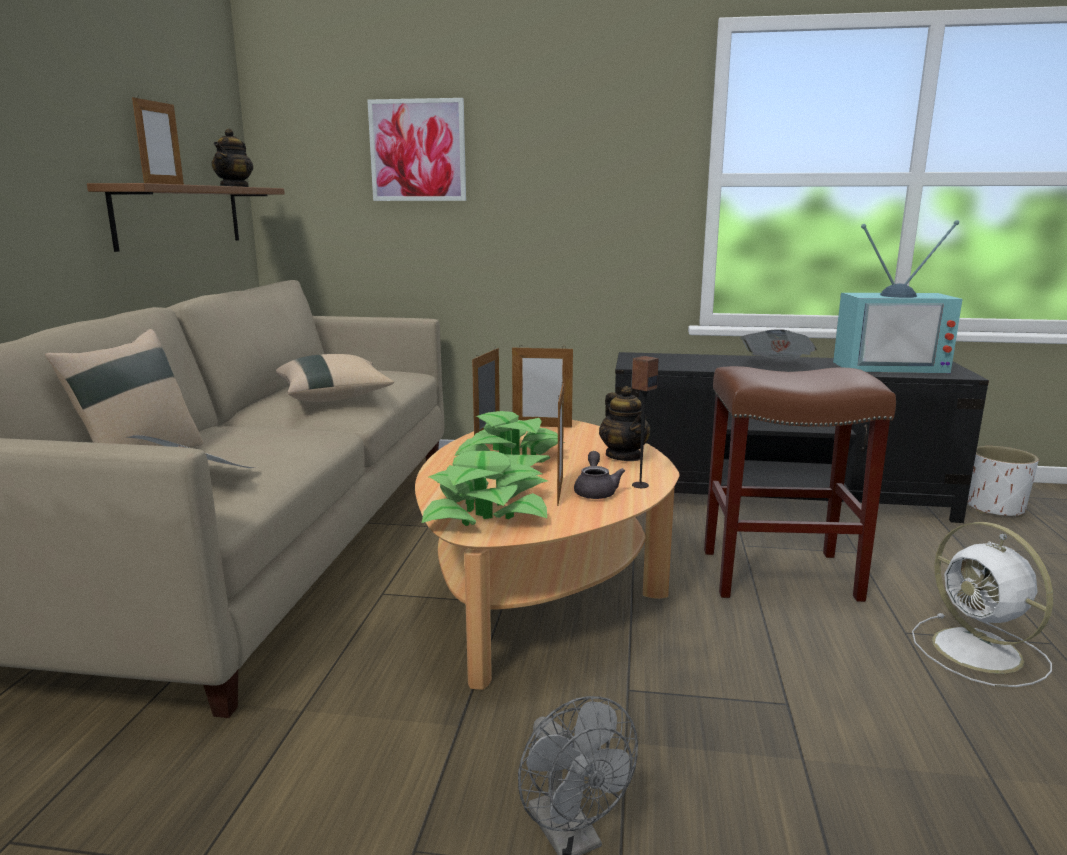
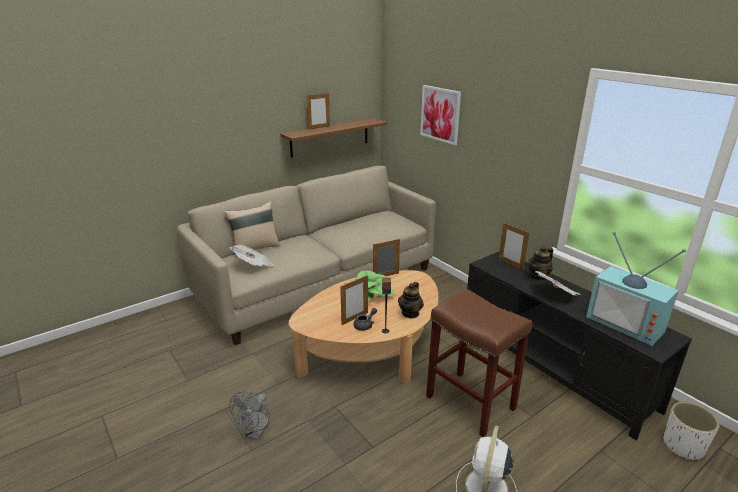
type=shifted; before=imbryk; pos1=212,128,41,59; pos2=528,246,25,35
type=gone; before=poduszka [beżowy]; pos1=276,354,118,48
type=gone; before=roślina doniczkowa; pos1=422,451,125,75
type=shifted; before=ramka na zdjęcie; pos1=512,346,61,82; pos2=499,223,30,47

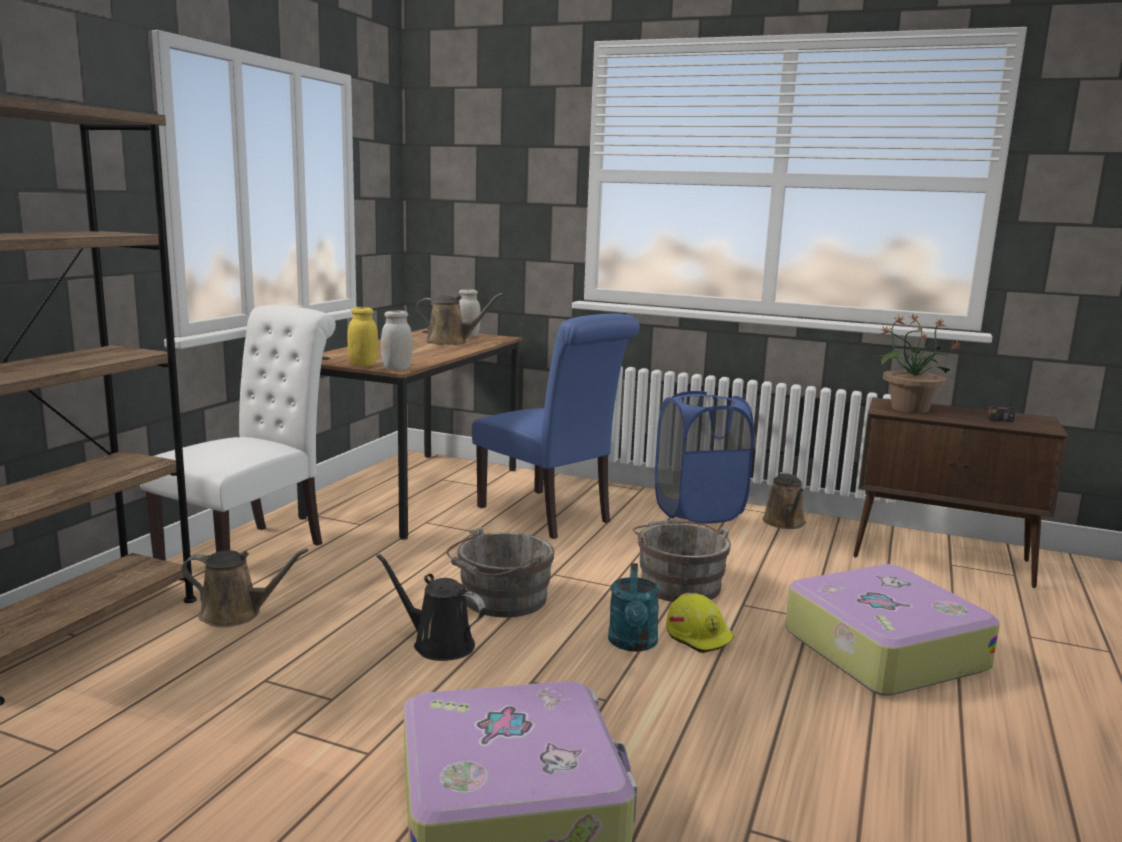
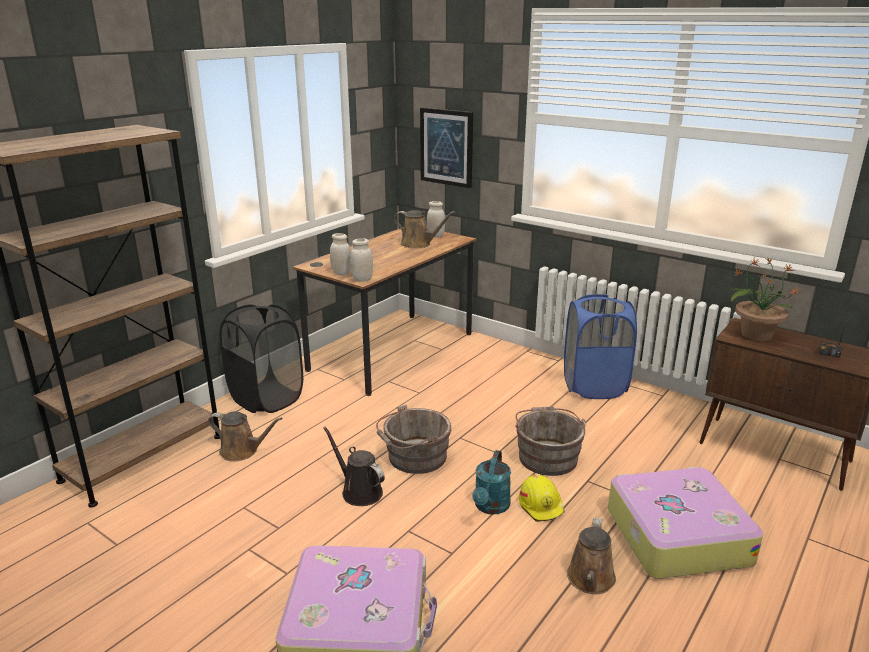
type=swapped; before=krzesło [biały]; after=kosz na pranie [czarny]; pos1=140,305,196,256; pos2=220,304,83,109
type=repainted; before=słoik [żółty]; after=słoik [biały]; pos1=347,307,31,59; pos2=330,233,21,43
type=gone; before=krzesło [niebieski]; pos1=472,314,168,225
type=shifted; before=konewka [brązowy]; pos1=763,472,43,57; pos2=567,518,49,76
type=new; after=obraz; pos2=420,107,53,81

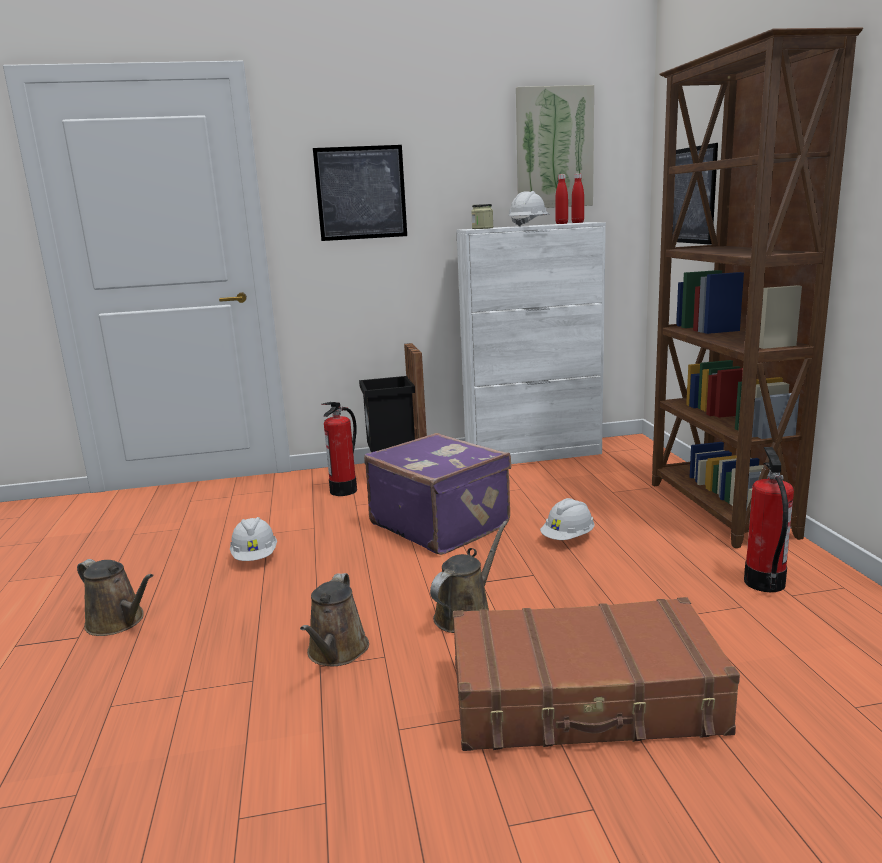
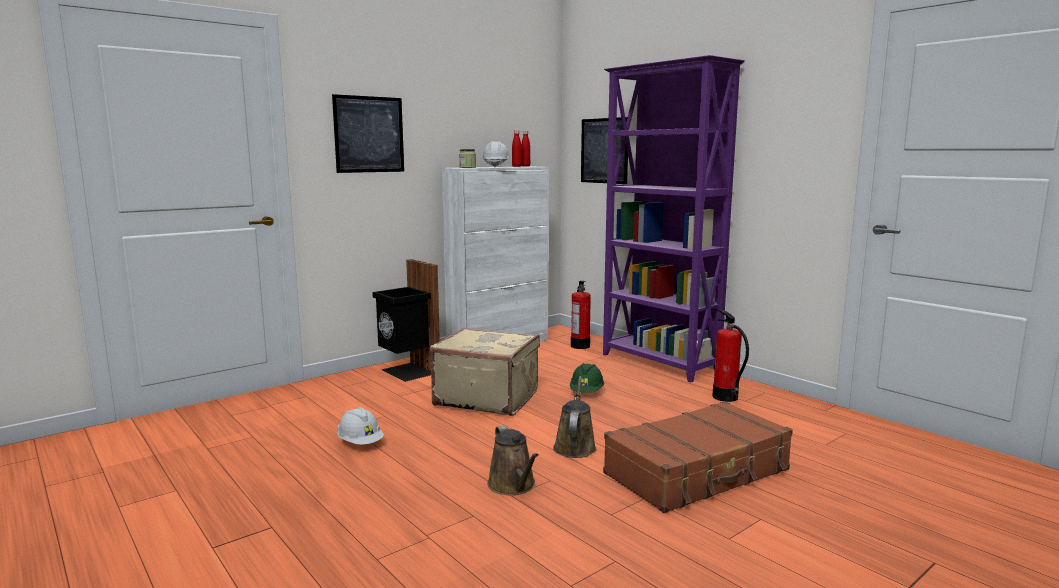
type=gone; before=konewka [brązowy]; pos1=77,559,76,77
type=shifted; before=gaśnica; pos1=321,402,36,94; pos2=571,281,20,68
type=repainted; before=walizka [fioletowy]; after=walizka [beżowy]; pos1=364,433,147,122; pos2=430,328,110,88
type=gone; before=obraz; pos1=516,85,78,123
type=repainted; before=kask [biały]; after=kask [zielony]; pos1=540,498,54,42; pos2=570,363,34,30
type=repainted; before=regał [brązowy]; after=regał [fioletowy]; pos1=652,27,211,521; pos2=603,55,142,327

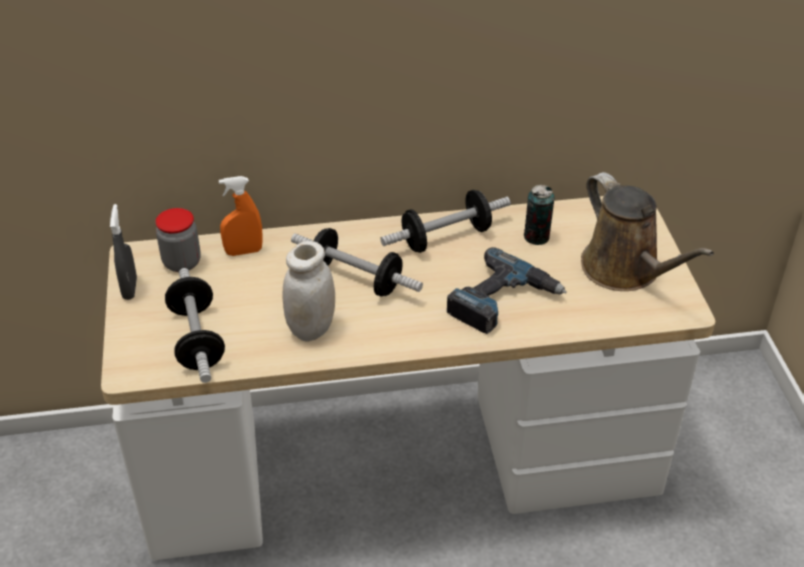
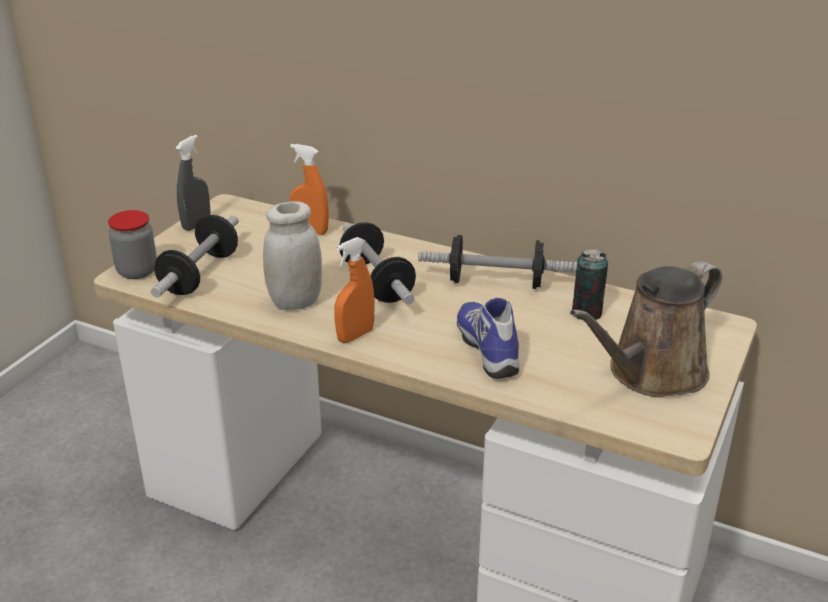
type=shifted; before=słoik; pos1=155,208,46,64; pos2=108,210,49,69
type=swapped; before=wiertarka; after=but; pos1=447,247,120,87; pos2=457,298,62,81
type=rotated; before=konewka [brązowy]; pos1=581,172,133,119; pos2=570,261,152,136; turn=45
type=new; after=spryskiwacz [pomarańczowy]; pos2=334,237,41,106

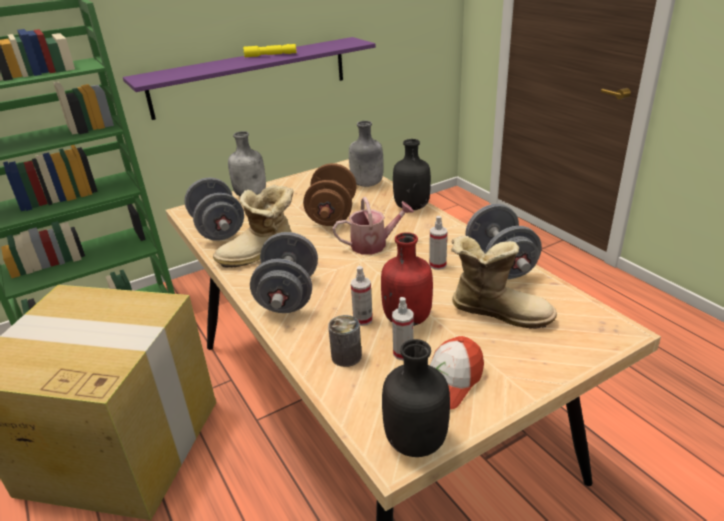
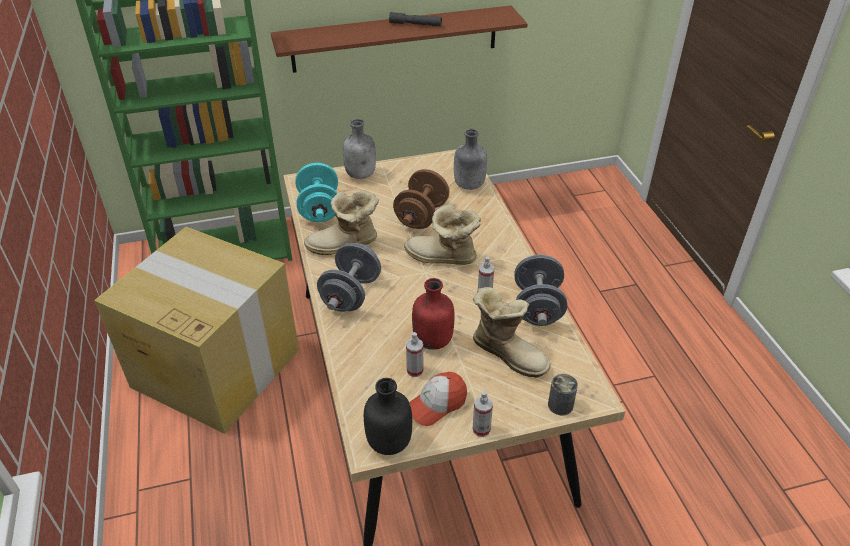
type=repainted; before=półka [fioletowy]; after=półka [brązowy]; pos1=123,37,253,83; pos2=271,5,257,68
type=repainted; before=hantel [szary]; after=hantel [turkusowy]; pos1=184,177,60,64; pos2=295,163,43,59
type=repainted; before=latarka [żółty]; after=latarka [szary]; pos1=243,44,53,14; pos2=389,12,53,14
type=shifted; before=puszka; pos1=328,315,34,52; pos2=548,374,30,42
type=swapped; before=konewka; after=but z cholewką; pos1=333,197,81,57; pos2=404,205,77,60
type=shifted; before=spryskiwacz; pos1=351,266,22,60; pos2=473,391,20,46
type=gone; before=butelka [czarny]; pos1=393,139,38,71

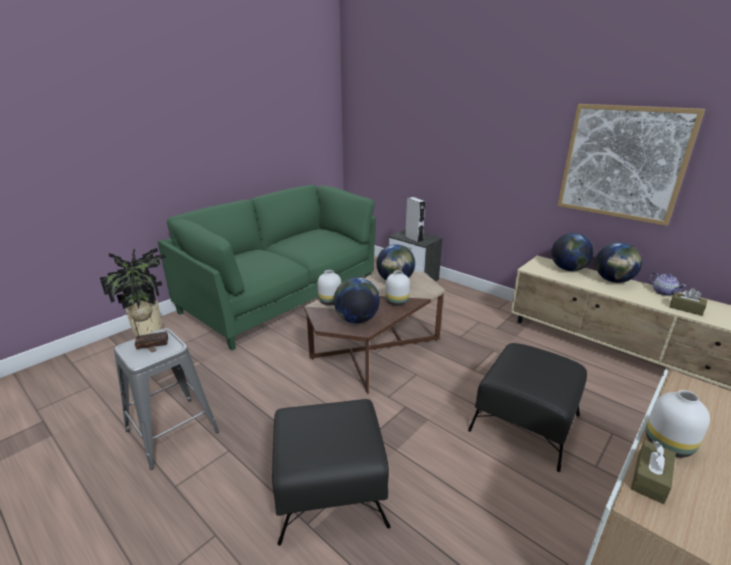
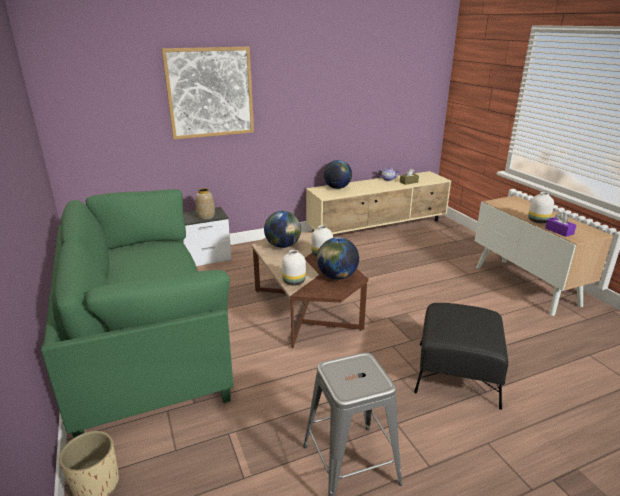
type=gone; before=roślina doniczkowa; pos1=100,248,68,102
type=swapped; before=głośnik [szary]; after=wazon; pos1=405,197,21,46; pos2=195,188,20,32
type=gone; before=pufa [czarny]; pos1=468,343,119,129
type=shifted; before=obraz; pos1=557,104,148,122; pos2=161,47,93,92
type=gone; before=globus; pos1=595,242,47,41
type=repainted; before=pudełko chusteczek [brązowy]; after=pudełko chusteczek [fioletowy]; pos1=631,440,45,64; pos2=545,213,31,24

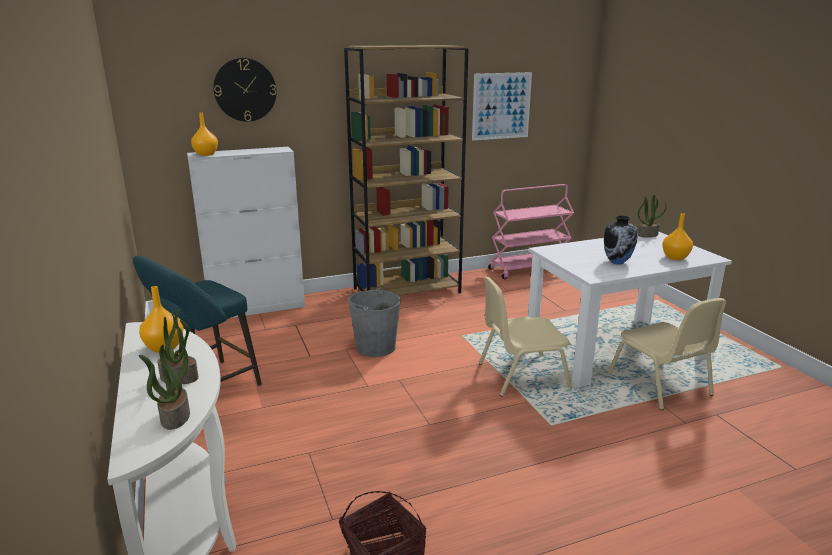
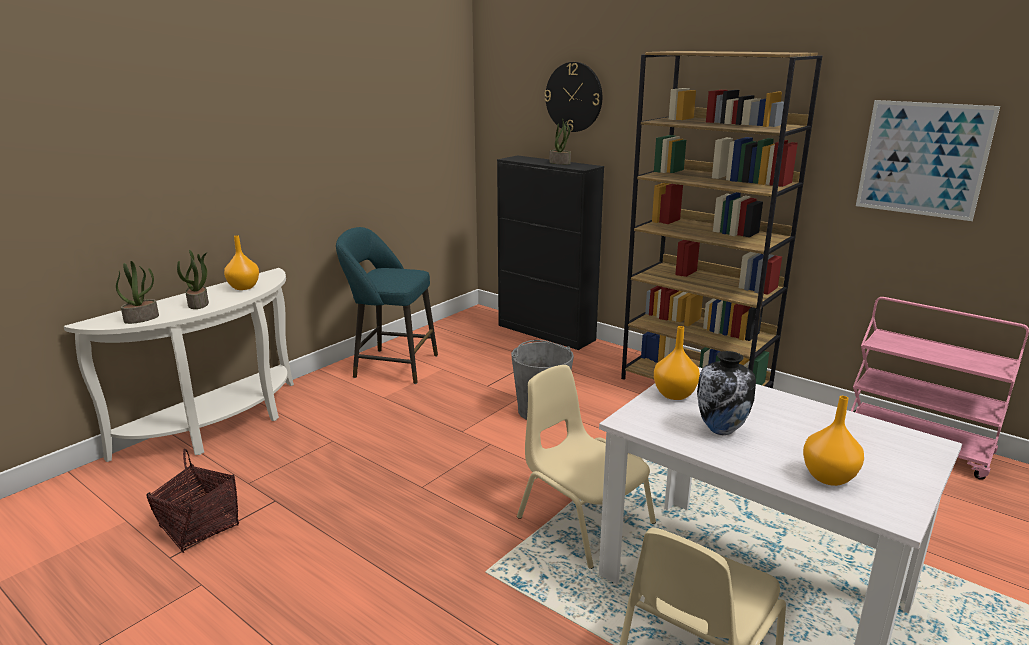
type=repainted; before=szafka [biały]; after=szafka [czarny]; pos1=187,147,118,171; pos2=497,155,107,195
type=shifted; before=wazon [pomarańczowy]; pos1=191,112,27,44; pos2=654,326,46,74
type=shifted; before=roślina doniczkowa; pos1=638,195,29,43; pos2=549,118,22,47

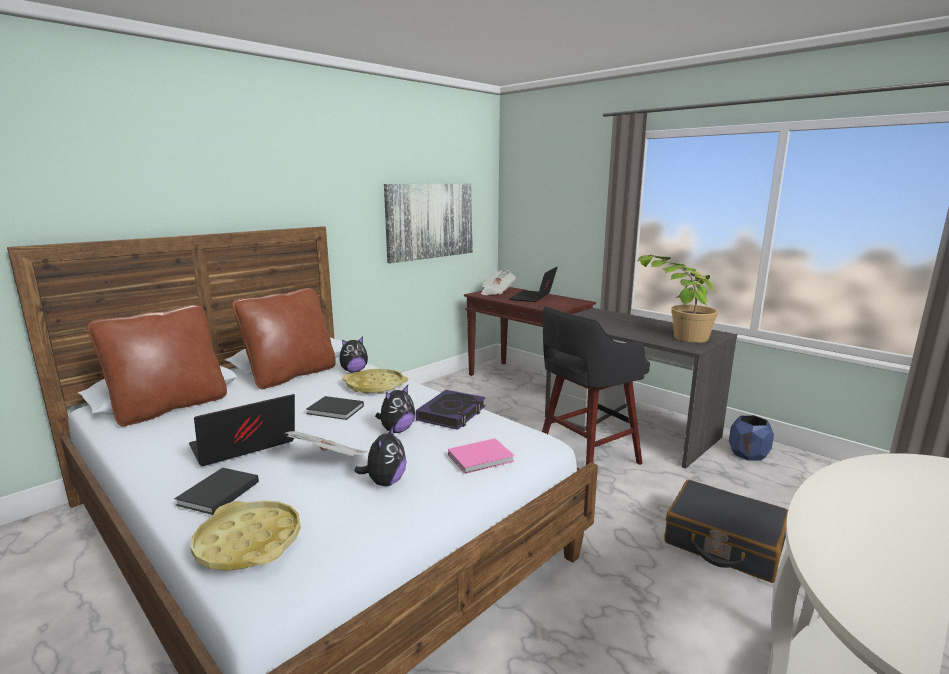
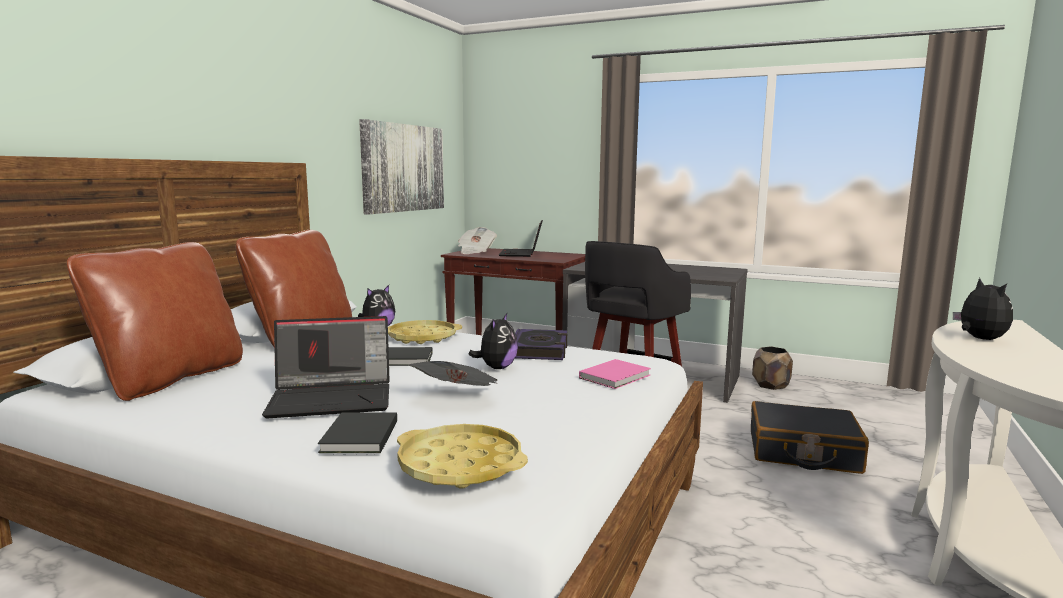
type=rotated; before=laptop; pos1=189,394,106,72; pos2=262,316,128,102; turn=-135
type=shifted; before=pluszak; pos1=354,425,52,61; pos2=953,278,60,62
type=gone; before=roślina doniczkowa; pos1=637,255,81,88
type=repainted; before=donica [niebieski]; after=donica [brązowy]; pos1=729,415,45,46; pos2=752,346,41,44

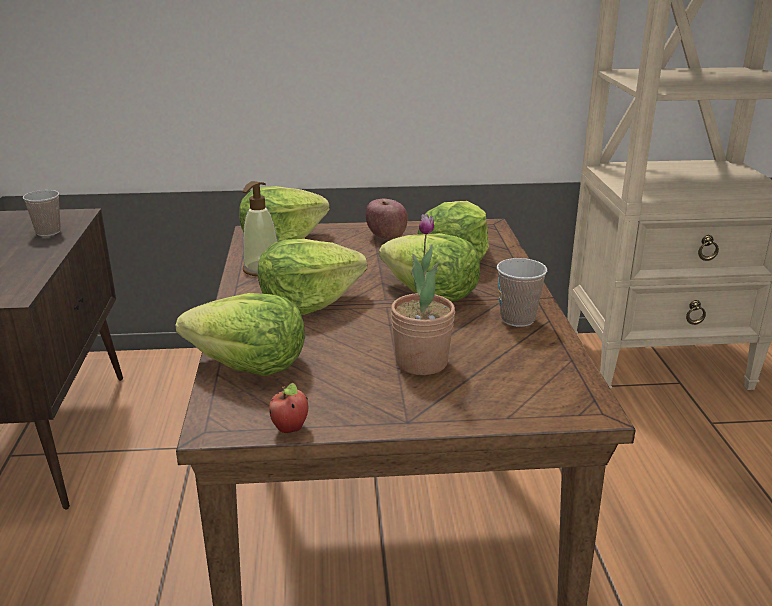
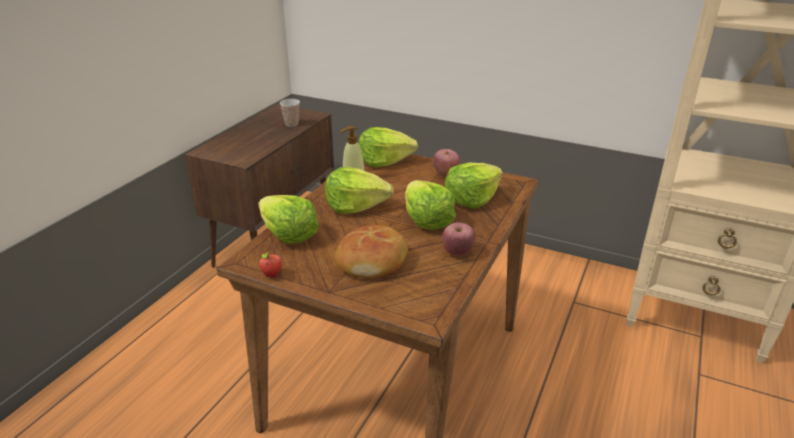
type=swapped; before=roślina doniczkowa; after=chleb; pos1=391,214,64,161; pos2=335,225,73,53
type=swapped; before=filiżanka; after=jabłko; pos1=497,258,50,69; pos2=442,222,34,34

